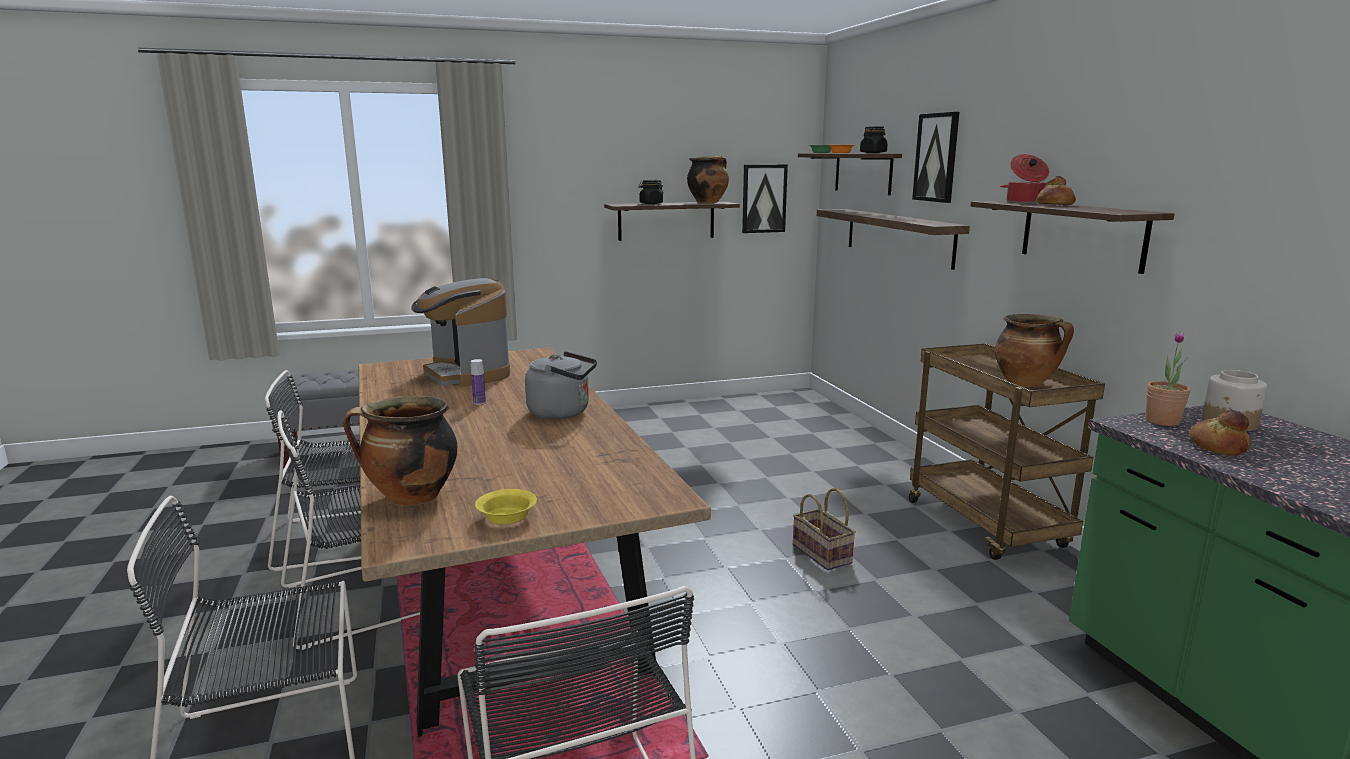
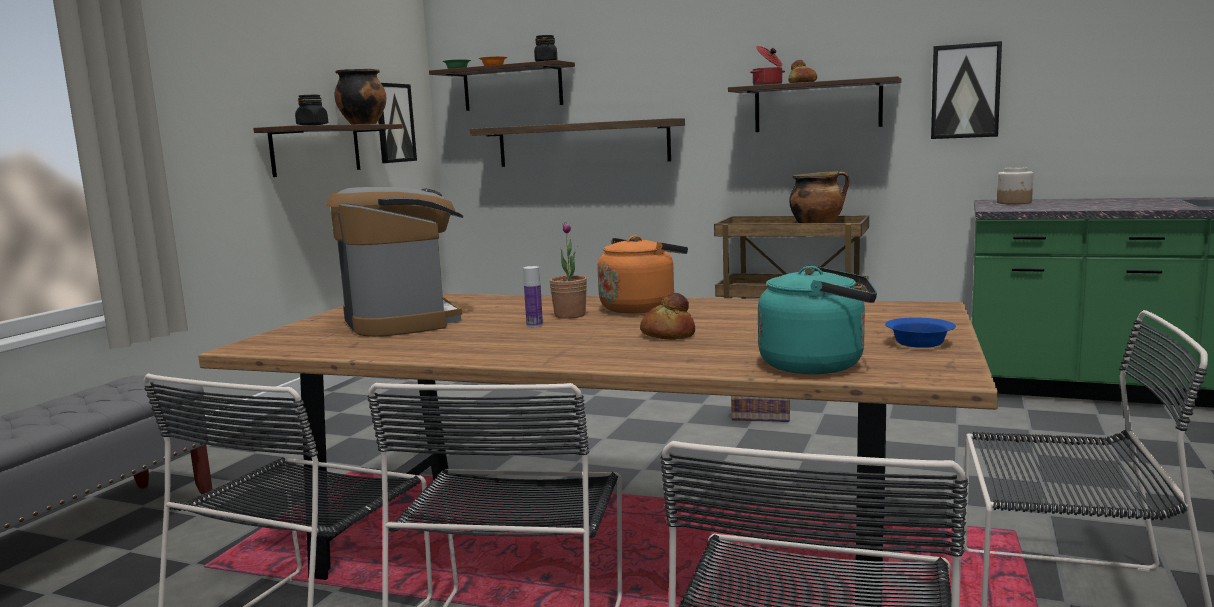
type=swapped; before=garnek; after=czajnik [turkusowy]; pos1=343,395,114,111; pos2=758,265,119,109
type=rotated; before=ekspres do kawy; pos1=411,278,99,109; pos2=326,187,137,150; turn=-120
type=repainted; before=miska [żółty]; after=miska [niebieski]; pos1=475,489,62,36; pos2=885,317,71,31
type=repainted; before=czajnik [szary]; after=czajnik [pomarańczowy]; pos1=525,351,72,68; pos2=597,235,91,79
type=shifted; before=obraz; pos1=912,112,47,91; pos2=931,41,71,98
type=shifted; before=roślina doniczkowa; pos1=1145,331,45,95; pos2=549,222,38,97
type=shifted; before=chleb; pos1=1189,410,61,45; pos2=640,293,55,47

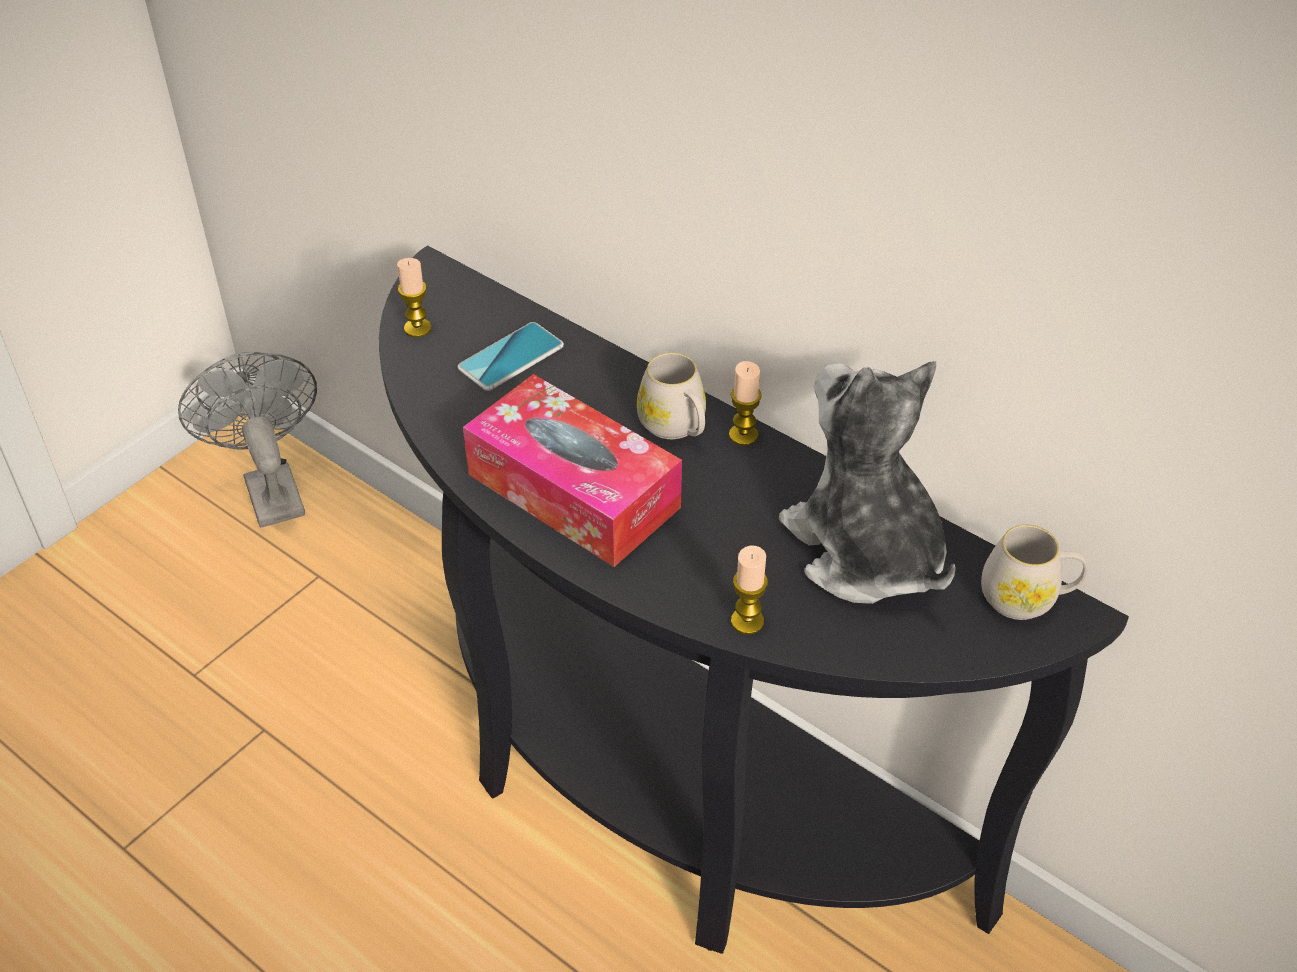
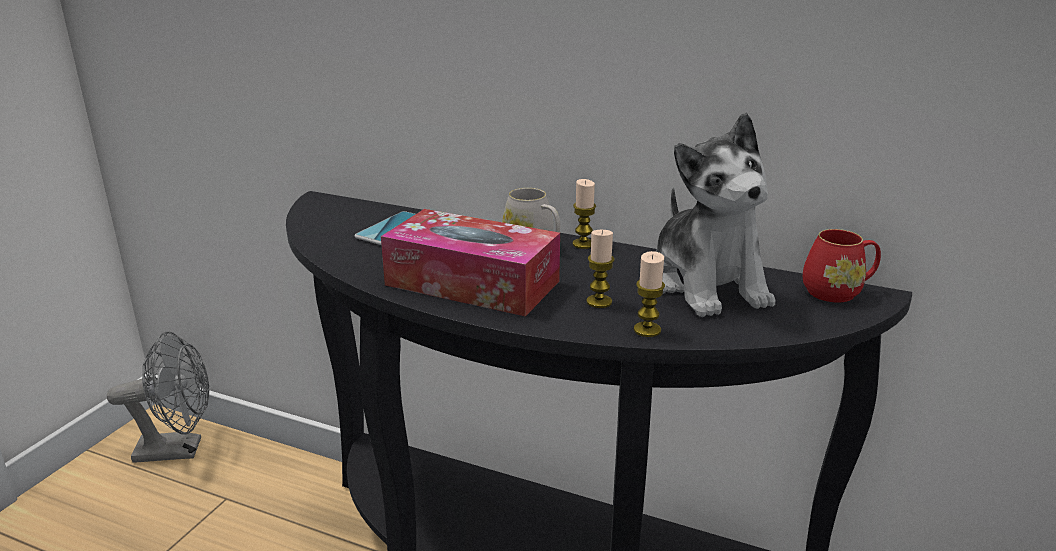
type=rotated; before=wentylator [szary]; pos1=178,352,139,176; pos2=107,332,102,131; turn=120
type=shifted; before=świeca; pos1=397,258,35,80; pos2=586,230,29,78
type=rotated; before=pluszak; pos1=779,361,177,243; pos2=657,113,118,204; turn=-150
type=repainted; before=kubek [biały]; after=kubek [czerwony]; pos1=981,525,106,95; pos2=803,229,78,74

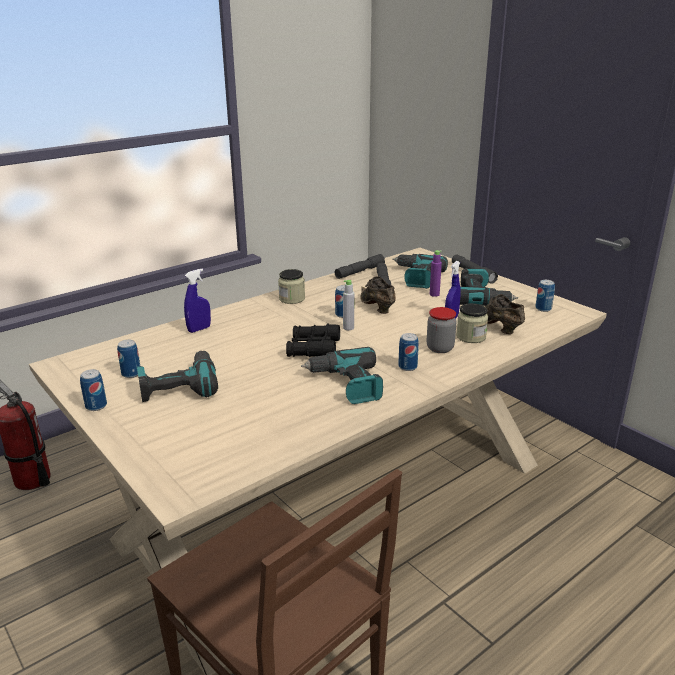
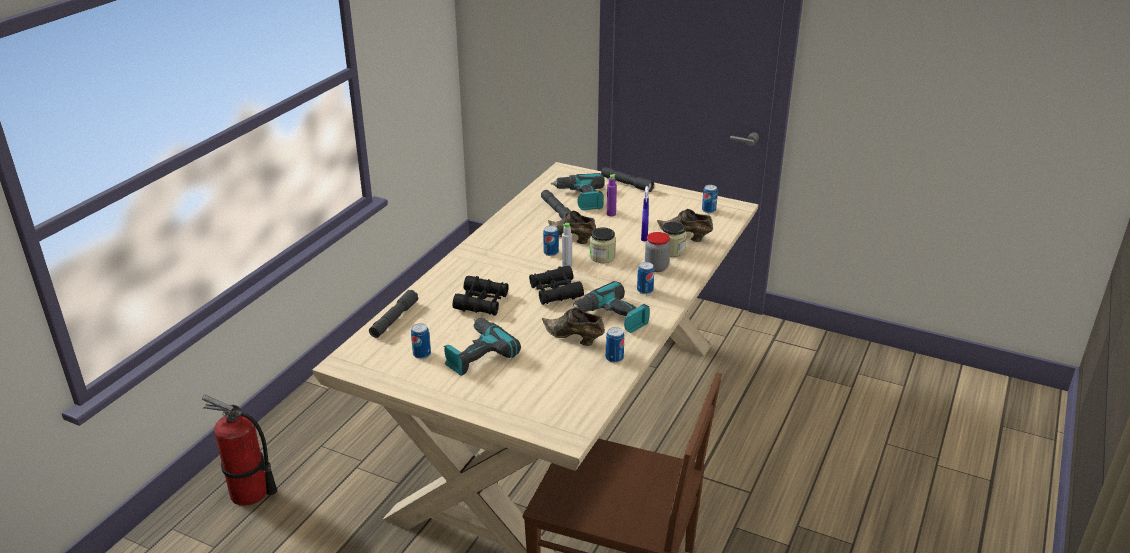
type=shifted; before=puszka; pos1=80,369,27,42; pos2=606,327,18,36
type=gone; before=spryskiwacz [niebieski]; pos1=184,269,27,64
type=shifted; before=słoik; pos1=278,269,27,35; pos2=590,227,26,36
type=shifted; before=latarka [szary]; pos1=335,254,50,25; pos2=369,290,50,48
type=gone; before=wiertarka; pos1=460,268,58,38
type=new; after=lornetka [czarny]; pos2=452,276,57,40
type=new; after=but [brązowy]; pos2=542,308,63,38

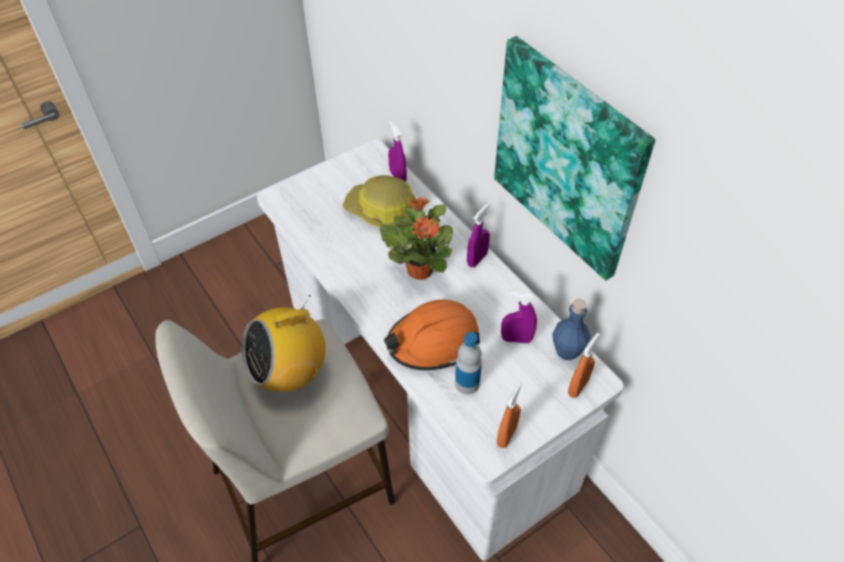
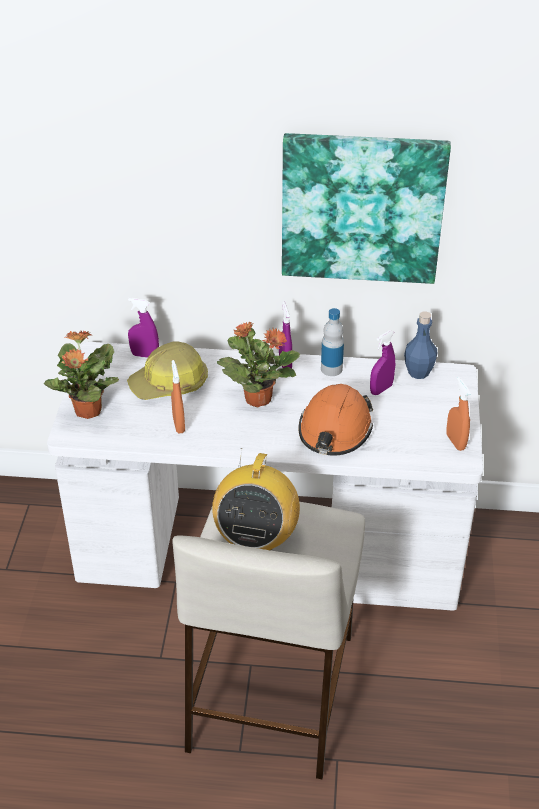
type=shifted; before=butelka; pos1=455,332,27,62; pos2=321,308,23,68
type=shifted; before=spryskiwacz [pomarańczowy]; pos1=568,333,32,65; pos2=171,360,14,73
type=new; after=roślina doniczkowa; pos2=44,331,75,88

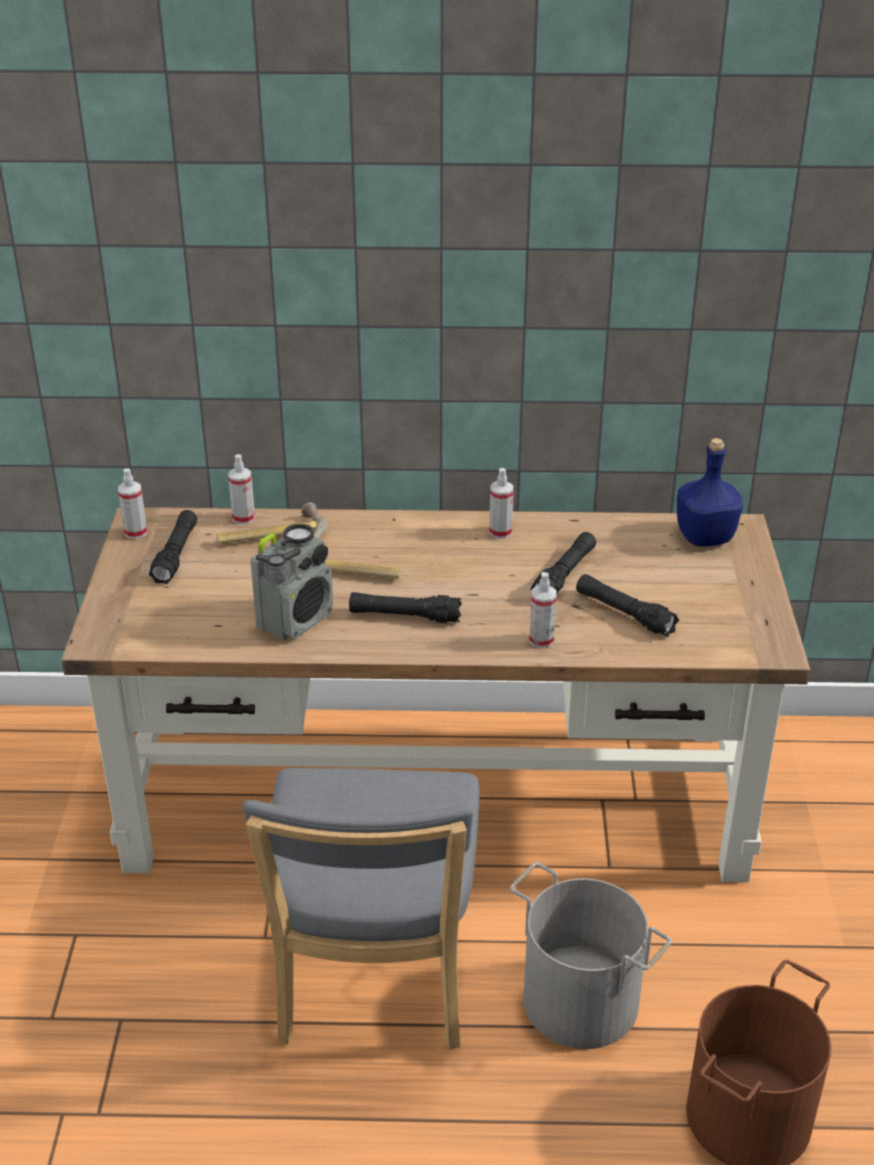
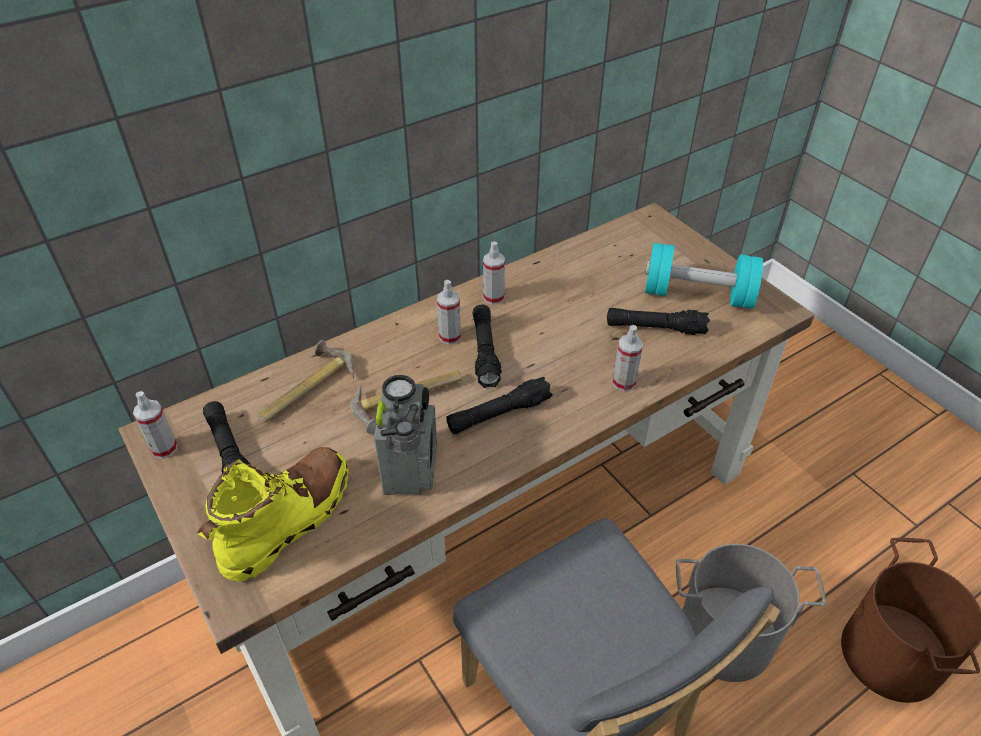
type=shifted; before=spryskiwacz; pos1=228,454,27,70; pos2=437,280,24,65
type=shifted; before=latarka [czarny]; pos1=531,532,65,61; pos2=473,304,28,84
type=gone; before=butelka [niebieski]; pos1=677,438,66,108
type=new; after=but z cholewką [żółty]; pos2=197,447,152,134
type=new; after=hantel [turkusowy]; pos2=645,243,118,66

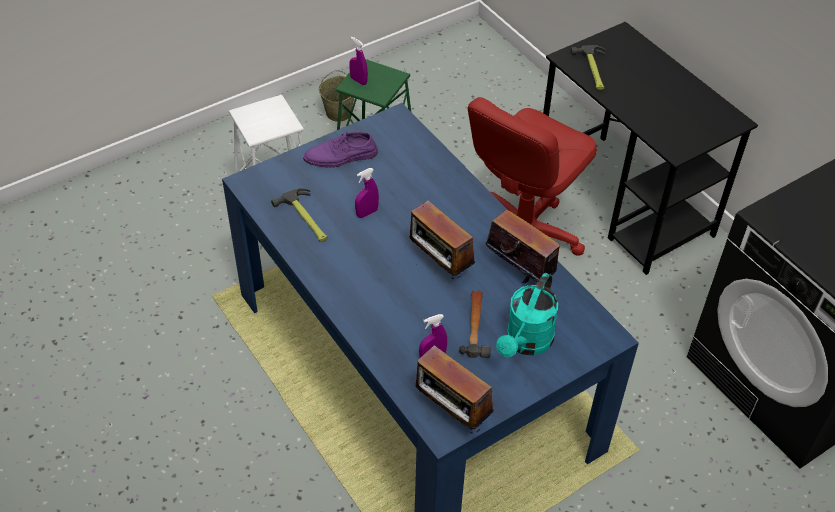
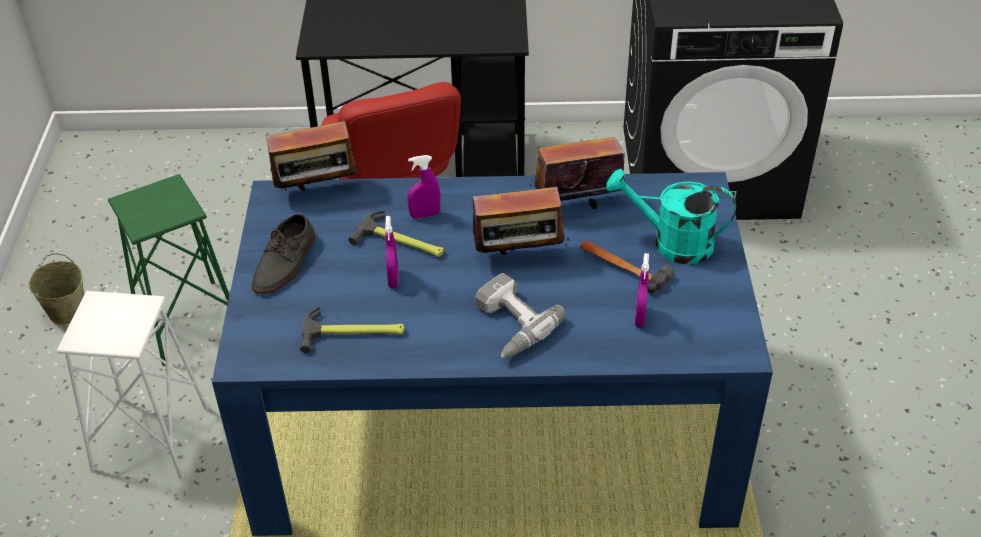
type=repainted; before=but [fioletowy]; after=but [szary]; pos1=303,130,75,38; pos2=251,214,65,80
type=shifted; before=spryskiwacz [fioletowy]; pos1=349,37,19,48; pos2=407,155,33,64
type=shifted; before=radio; pos1=416,342,78,92; pos2=266,121,96,72
type=rotated; before=konewka [turkusowy]; pos1=496,273,62,84; pos2=606,169,130,95; turn=135
type=shifted; before=młotek; pos1=571,45,35,45; pos2=348,210,96,47
type=new; after=wiertarka; pos2=475,273,91,85

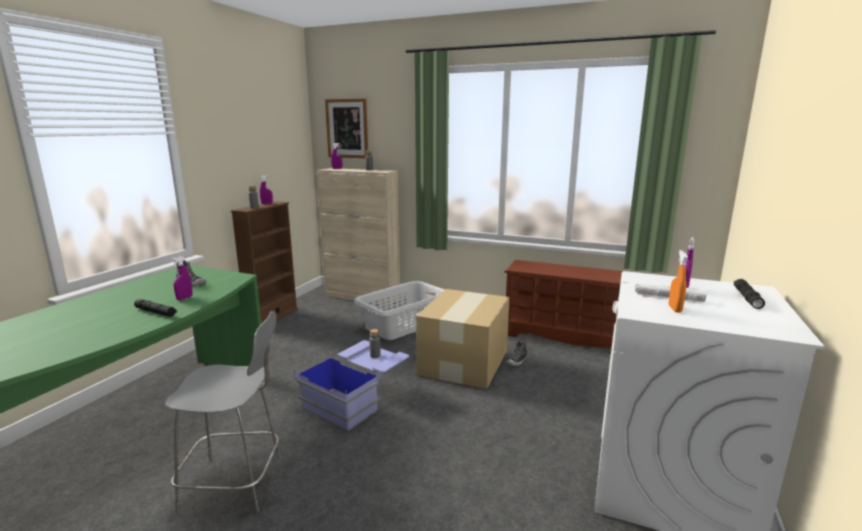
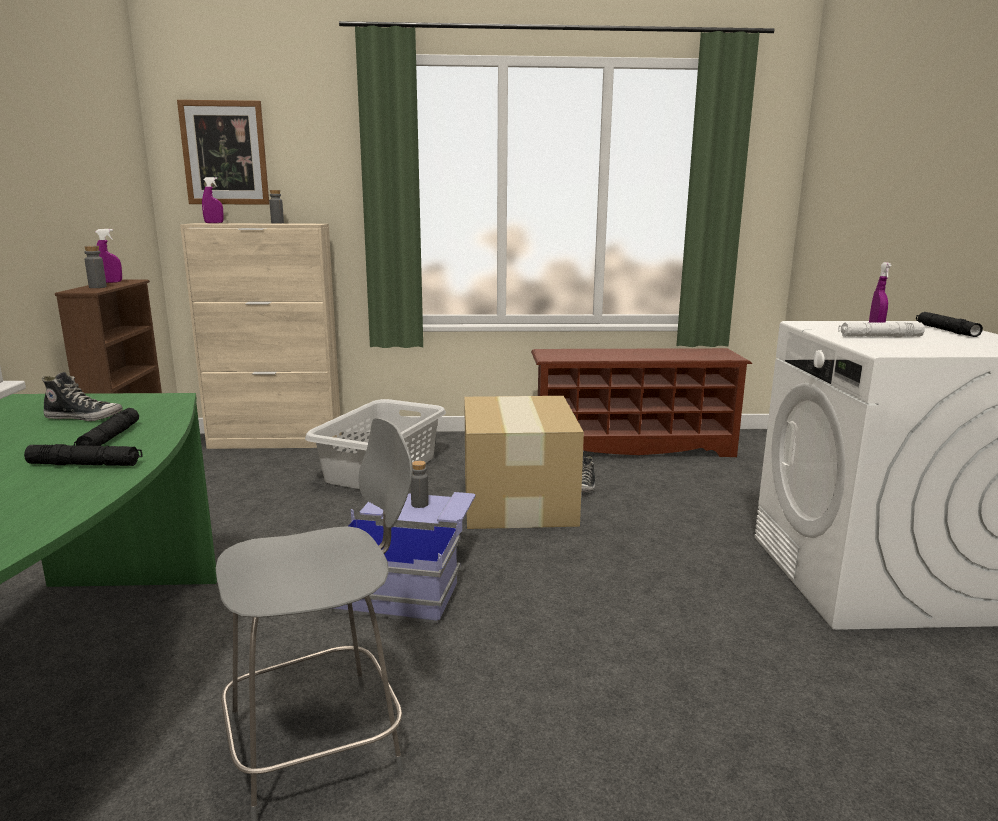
type=swapped; before=spryskiwacz [fioletowy]; after=latarka [czarny]; pos1=172,256,20,44; pos2=74,408,65,38
type=gone; before=spryskiwacz [pomarańczowy]; pos1=669,250,19,63

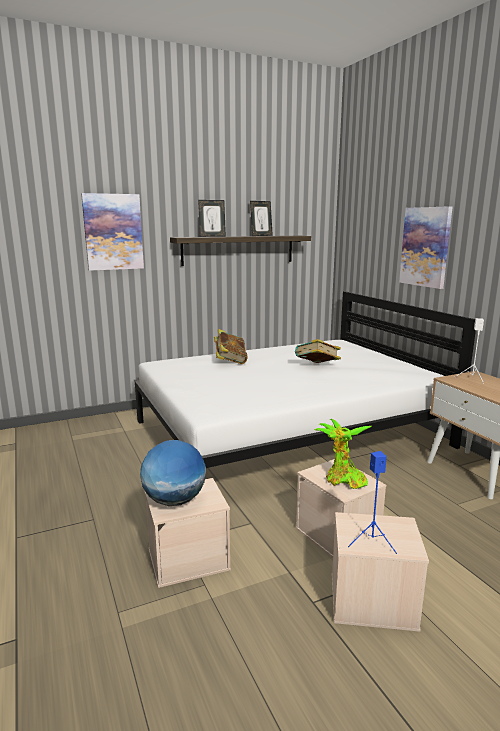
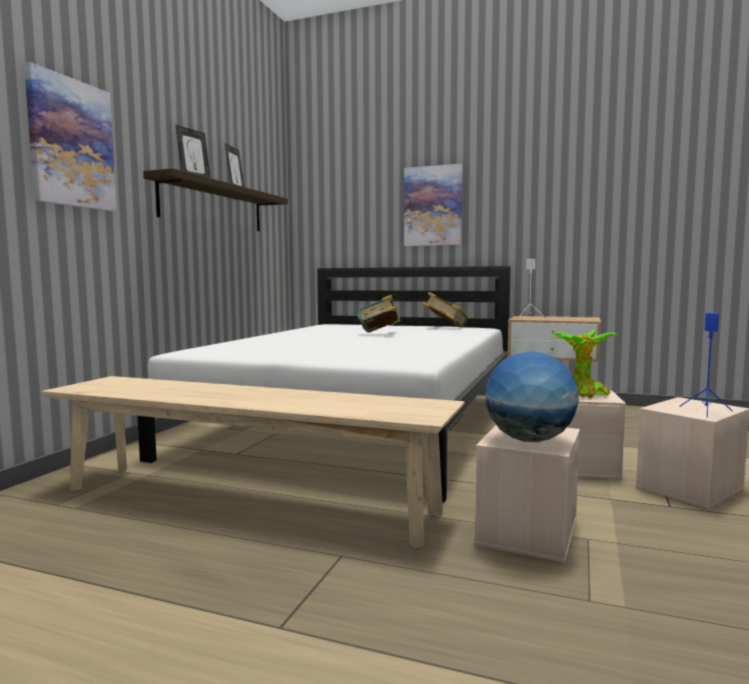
type=shifted; before=książka; pos1=214,329,34,35; pos2=422,292,46,35
type=new; after=ławka [beżowy]; pos2=41,376,424,172

